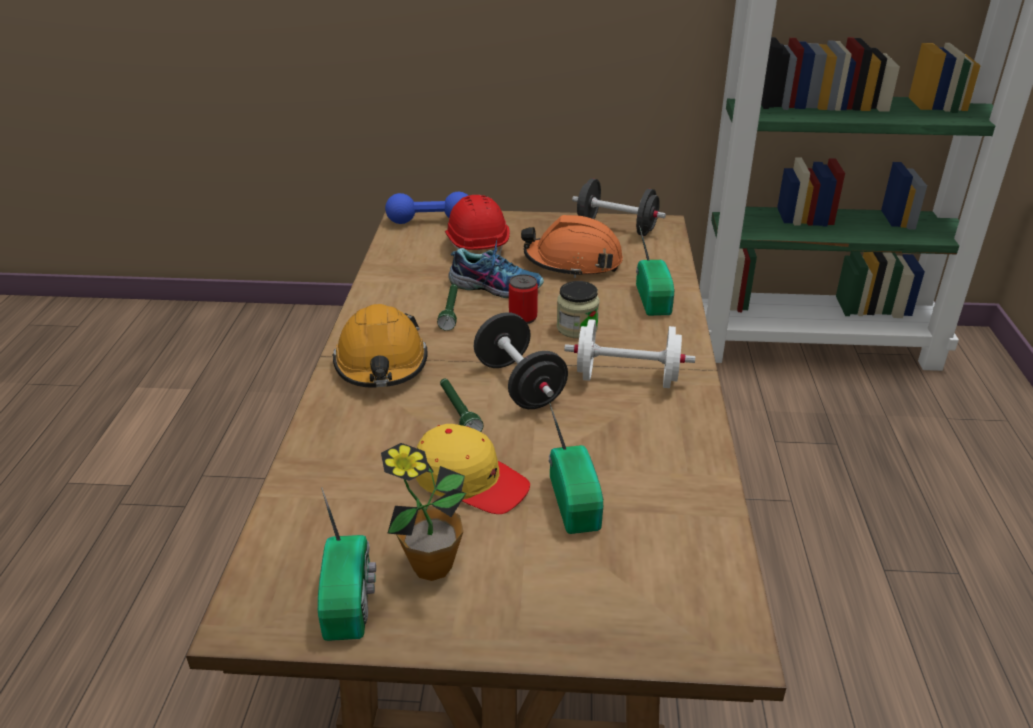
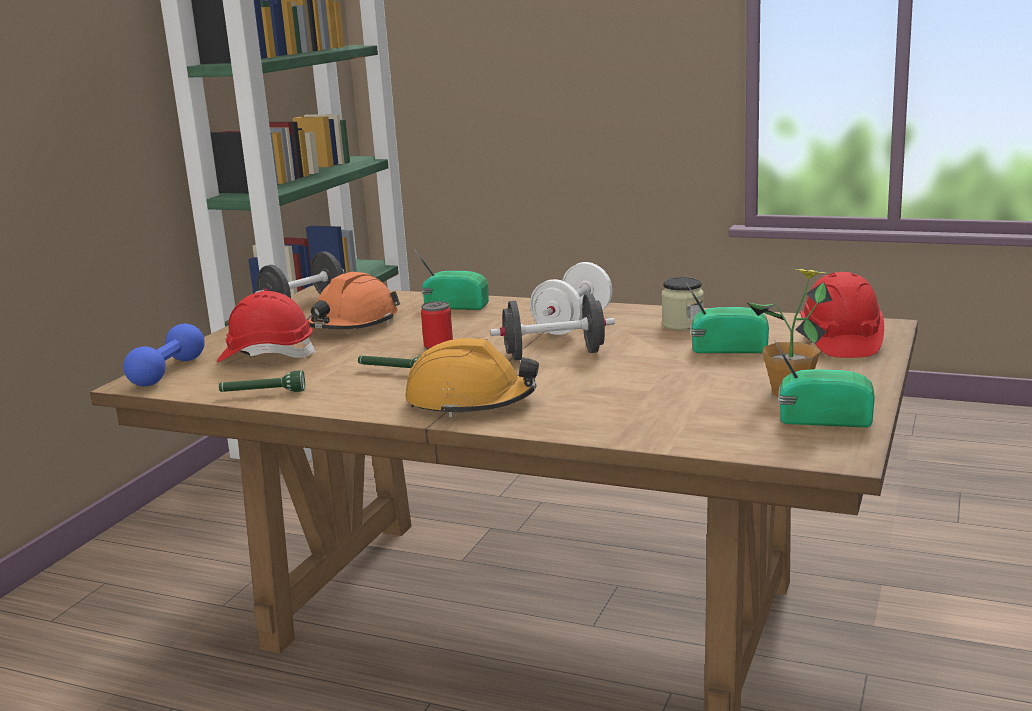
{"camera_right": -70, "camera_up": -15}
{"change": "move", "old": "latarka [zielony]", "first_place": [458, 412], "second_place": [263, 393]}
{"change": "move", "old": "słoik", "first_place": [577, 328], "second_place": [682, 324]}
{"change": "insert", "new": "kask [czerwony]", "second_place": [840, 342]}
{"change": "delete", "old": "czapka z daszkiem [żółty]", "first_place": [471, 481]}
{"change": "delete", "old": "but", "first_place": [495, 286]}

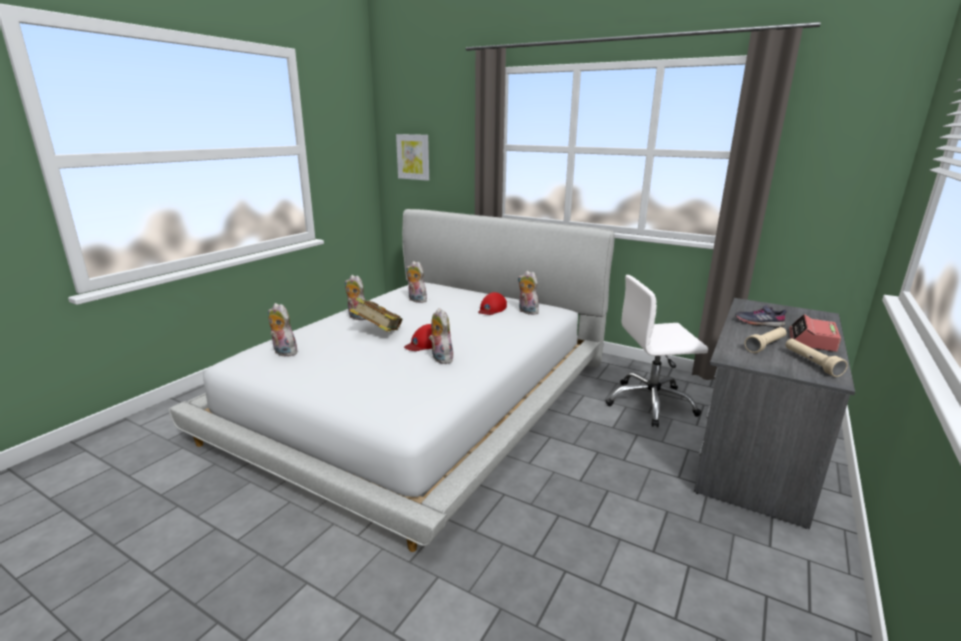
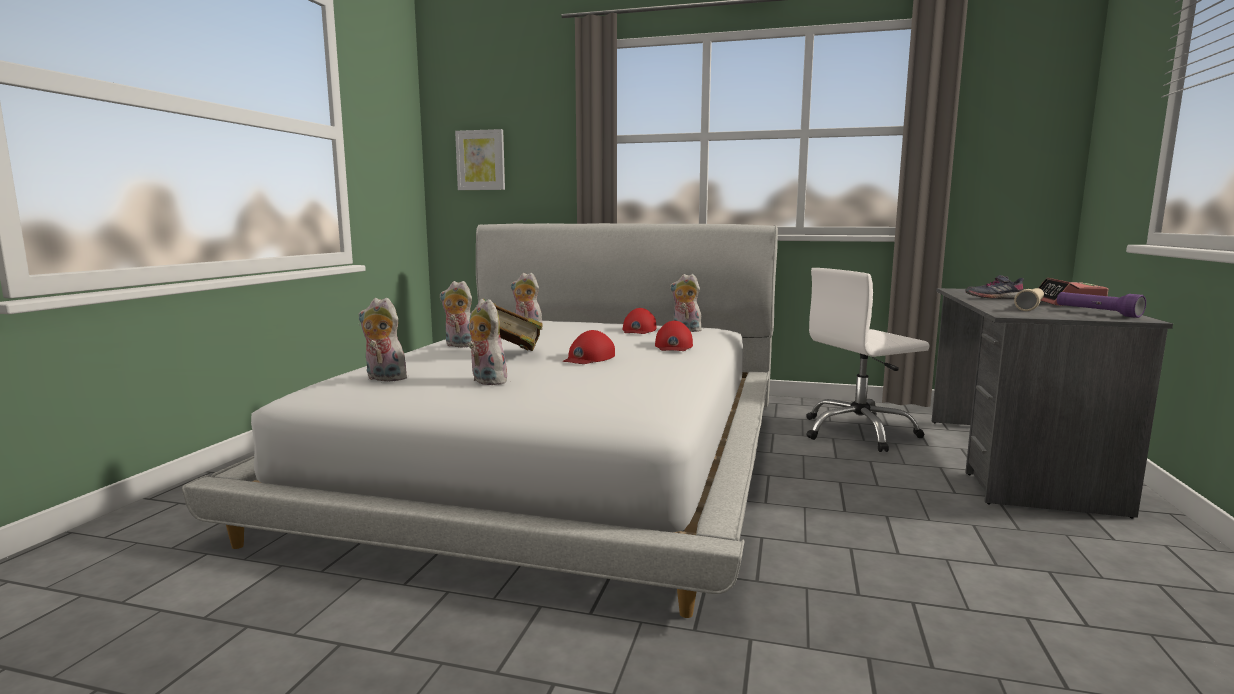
{"camera_right": -15, "camera_up": -10}
{"change": "move", "old": "pluszak", "first_place": [440, 358], "second_place": [486, 381]}
{"change": "insert", "new": "czapka z daszkiem [czerwony]", "second_place": [673, 346]}
{"change": "recolor", "old": "latarka [beżowy]", "new": "latarka [fioletowy]", "first_place": [811, 363], "second_place": [1096, 313]}

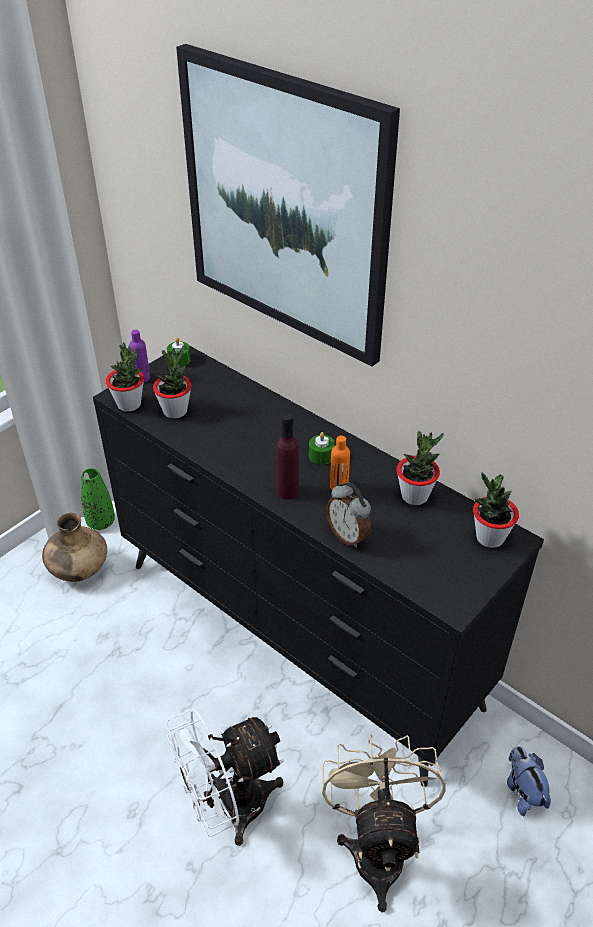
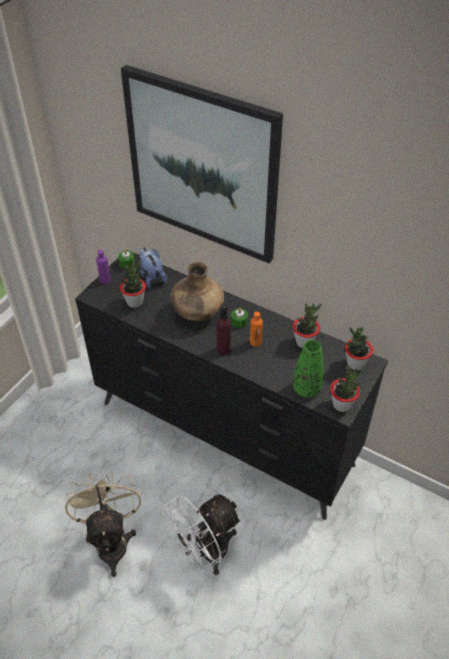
{"camera_right": -10, "camera_up": 5}
{"change": "move", "old": "wentylator [beżowy]", "first_place": [377, 847], "second_place": [111, 540]}
{"change": "move", "old": "pluszak", "first_place": [523, 791], "second_place": [152, 277]}
{"change": "move", "old": "wazon [brązowy]", "first_place": [79, 570], "second_place": [197, 313]}
{"change": "move", "old": "wazon [zielony]", "first_place": [101, 522], "second_place": [306, 389]}
{"change": "move", "old": "roślina doniczkowa", "first_place": [129, 404], "second_place": [342, 404]}
{"change": "delete", "old": "budzik", "first_place": [348, 536]}

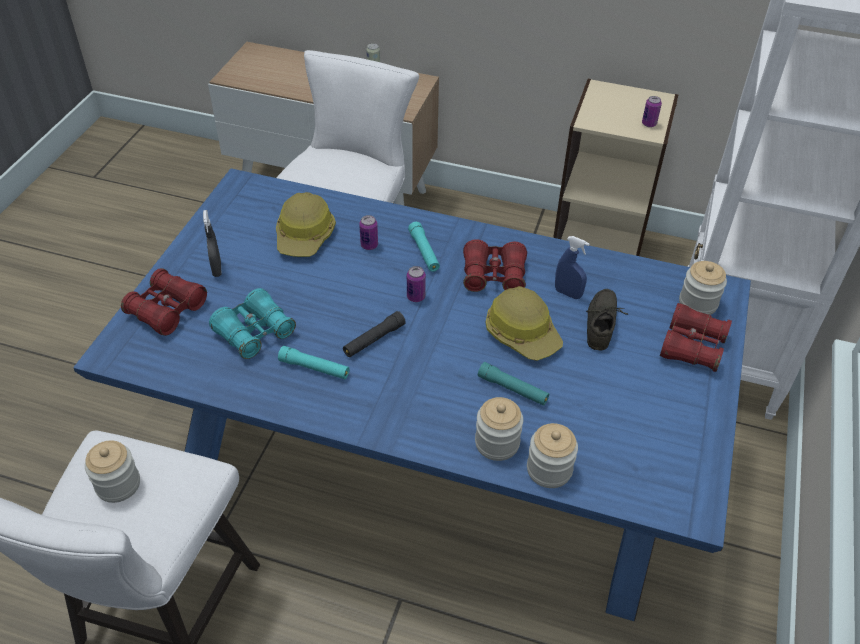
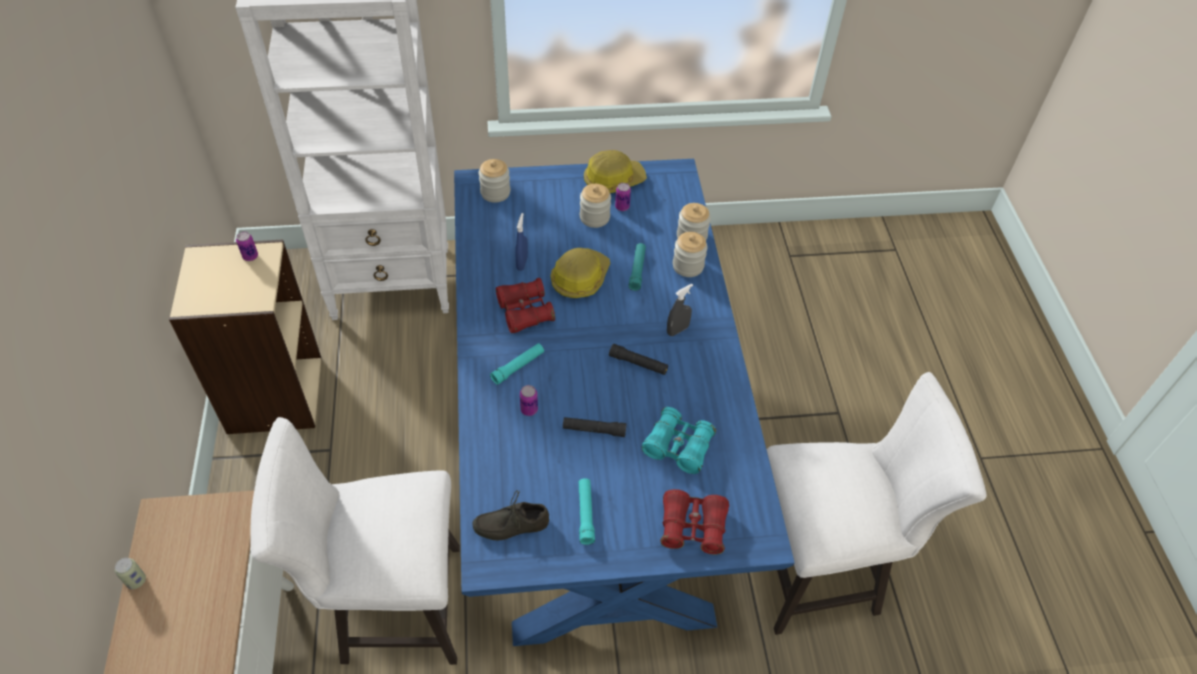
{"camera_right": -115, "camera_up": 5}
{"change": "move", "old": "but [szary]", "first_place": [603, 324], "second_place": [511, 523]}
{"change": "insert", "new": "latarka [czarny]", "second_place": [594, 430]}
{"change": "move", "old": "latarka [turkusowy]", "first_place": [314, 368], "second_place": [585, 514]}
{"change": "move", "old": "słoik", "first_place": [118, 484], "second_place": [594, 217]}
{"change": "move", "old": "kask", "first_place": [305, 236], "second_place": [613, 180]}
{"change": "move", "old": "puszka", "first_place": [416, 297], "second_place": [622, 207]}
{"change": "move", "old": "spryskiwacz [szary]", "first_place": [217, 269], "second_place": [677, 330]}
{"change": "delete", "old": "lornetka [czerwony]", "first_place": [692, 346]}

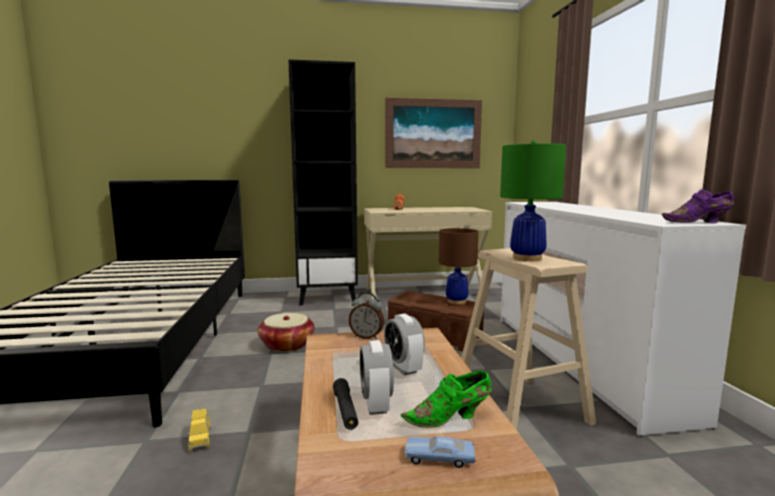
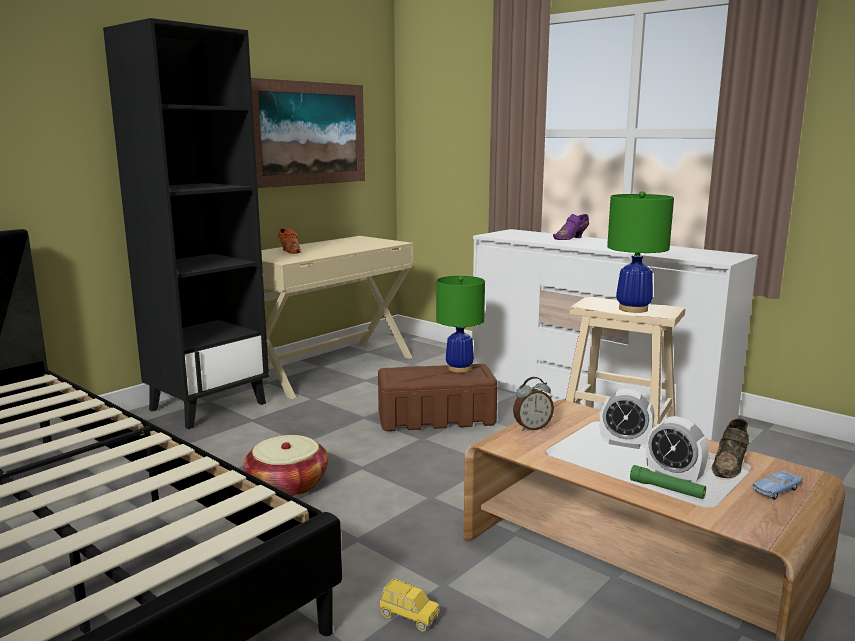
{"camera_right": -40, "camera_up": 5}
{"change": "recolor", "old": "lampa stołowa [brązowy]", "new": "lampa stołowa [zielony]", "first_place": [456, 301], "second_place": [459, 368]}
{"change": "move", "old": "but [fioletowy]", "first_place": [698, 222], "second_place": [571, 238]}
{"change": "recolor", "old": "latarka [czarny]", "new": "latarka [zielony]", "first_place": [345, 410], "second_place": [667, 489]}
{"change": "recolor", "old": "but [zielony]", "new": "but [brązowy]", "first_place": [450, 418], "second_place": [730, 465]}

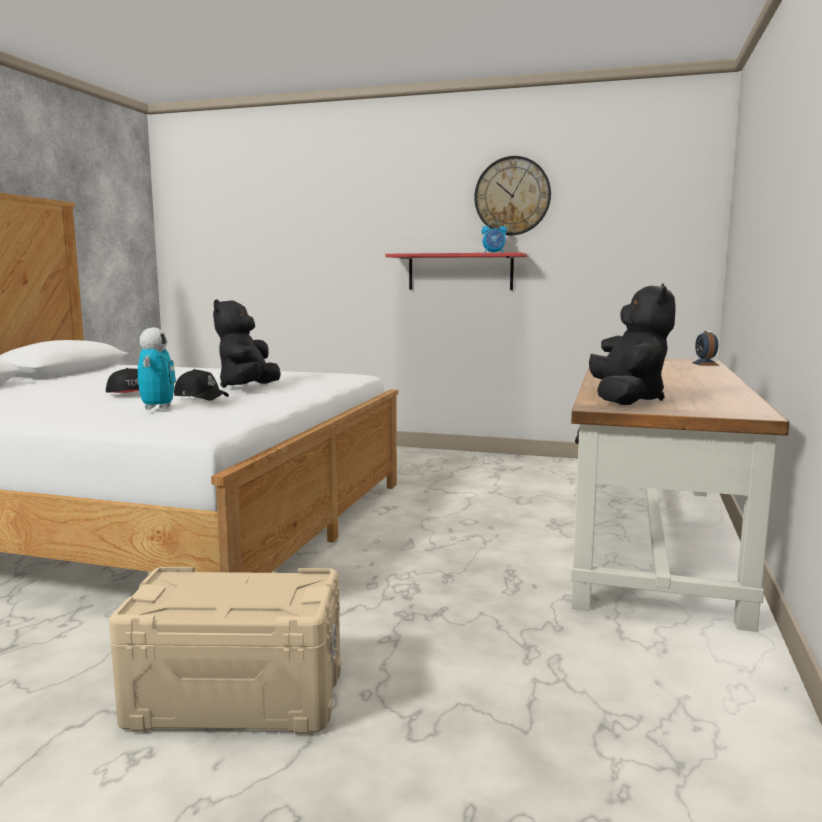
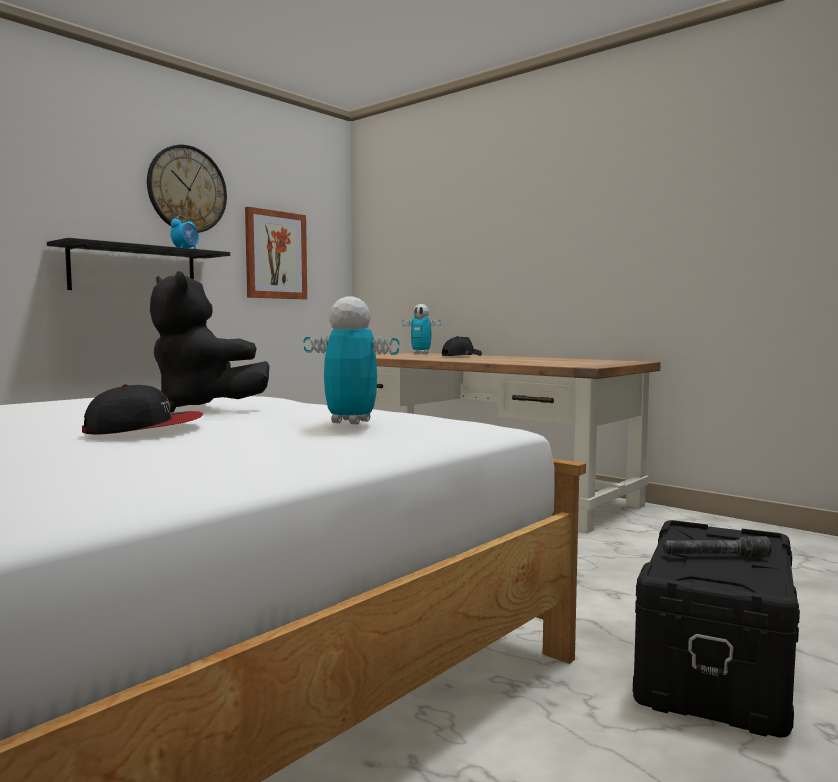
{"camera_right": -65, "camera_up": -5}
{"change": "recolor", "old": "półka [czerwony]", "new": "półka [czarny]", "first_place": [460, 272], "second_place": [134, 270]}
{"change": "insert", "new": "obraz", "second_place": [275, 255]}
{"change": "replace", "old": "budzik", "new": "robot zabawkowy", "first_place": [705, 364], "second_place": [421, 353]}
{"change": "move", "old": "czapka z daszkiem [czarny]", "first_place": [201, 396], "second_place": [461, 356]}
{"change": "recolor", "old": "pojemnik do przechowywania [beżowy]", "new": "pojemnik do przechowywania [czarny]", "first_place": [236, 698], "second_place": [717, 671]}
{"change": "insert", "new": "latarka [szary]", "second_place": [714, 556]}
{"change": "delete", "old": "pluszak [czarny]", "first_place": [626, 399]}

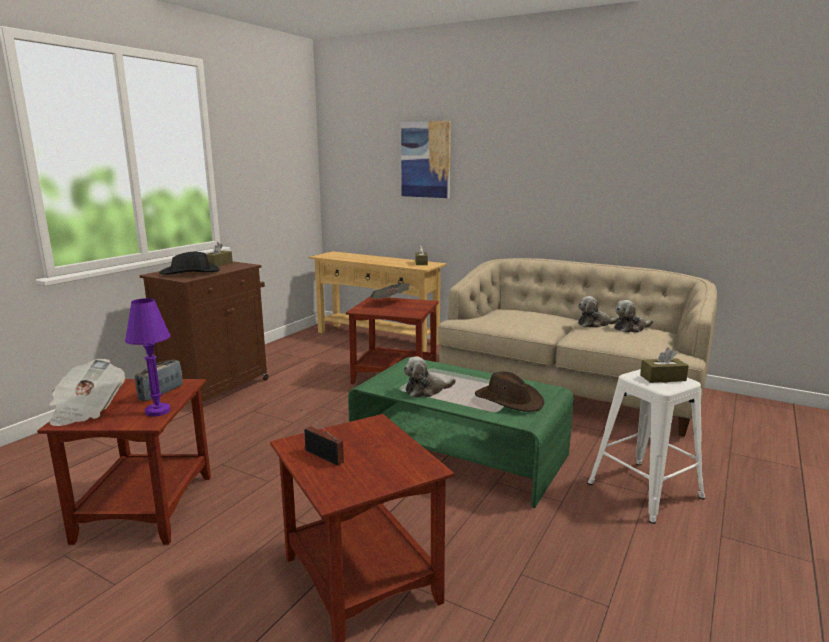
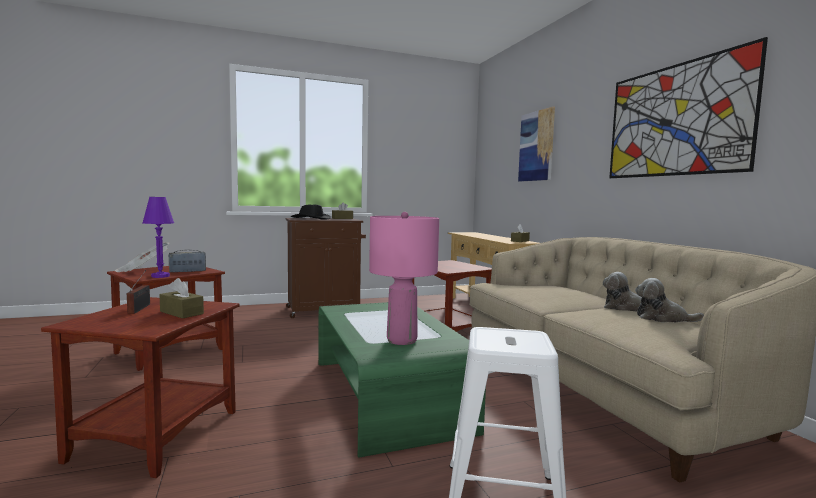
{"camera_right": 40, "camera_up": -10}
{"change": "move", "old": "pudełko chusteczek [brązowy]", "first_place": [662, 378], "second_place": [181, 312]}
{"change": "replace", "old": "kapelusz [brązowy]", "new": "lampa stołowa [różowy]", "first_place": [509, 400], "second_place": [402, 340]}
{"change": "insert", "new": "obraz", "second_place": [675, 120]}
{"change": "delete", "old": "gazeta", "first_place": [389, 302]}
{"change": "delete", "old": "pluszak", "first_place": [426, 390]}

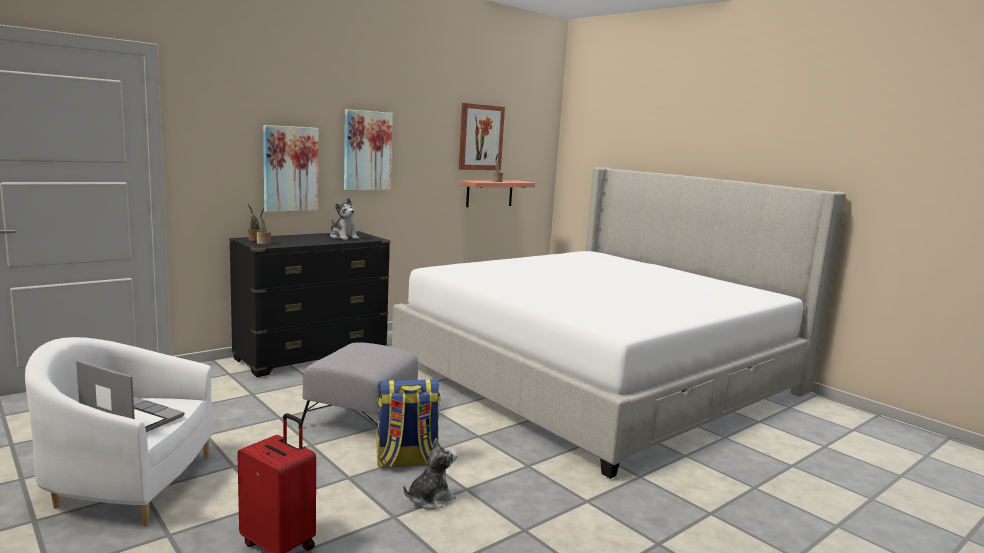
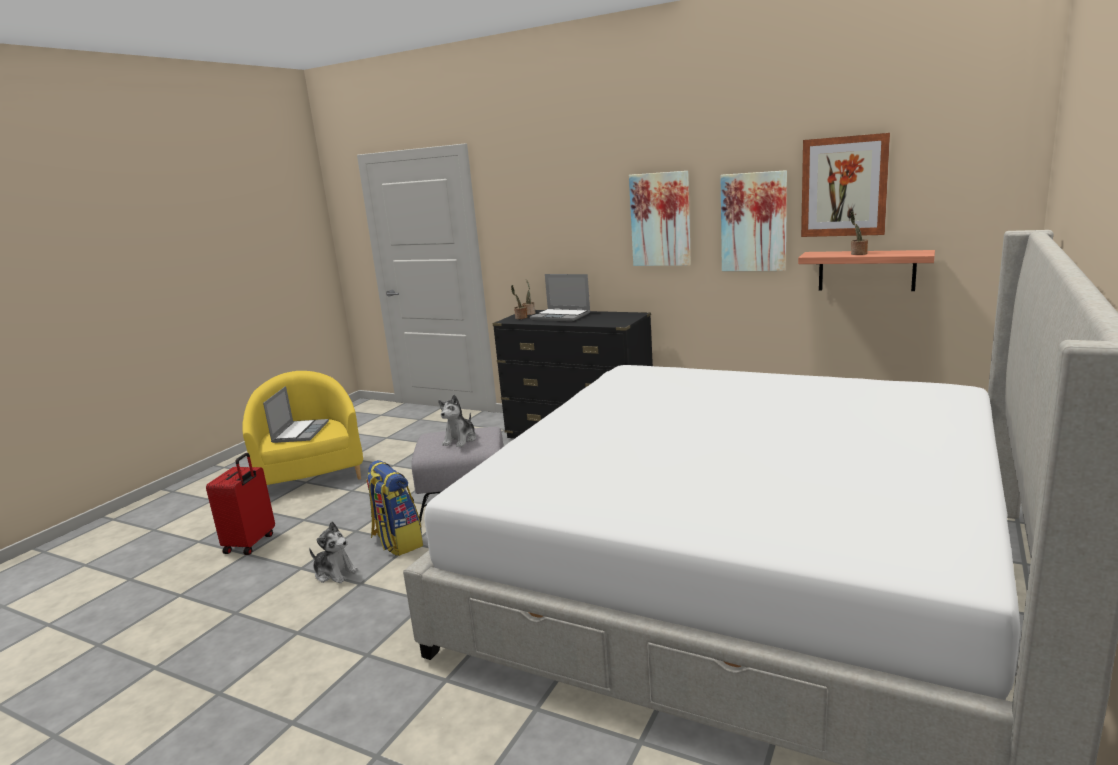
{"camera_right": 70, "camera_up": 5}
{"change": "recolor", "old": "fotel [biały]", "new": "fotel [żółty]", "first_place": [126, 485], "second_place": [311, 475]}
{"change": "move", "old": "pluszak", "first_place": [343, 237], "second_place": [460, 440]}
{"change": "insert", "new": "laptop", "second_place": [561, 316]}
{"change": "move", "old": "obraz", "first_place": [290, 169], "second_place": [753, 222]}

